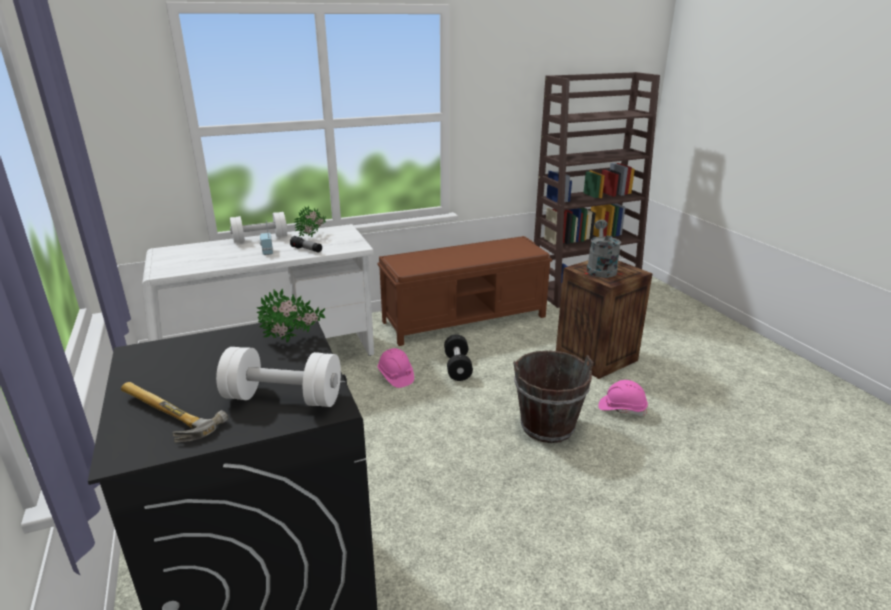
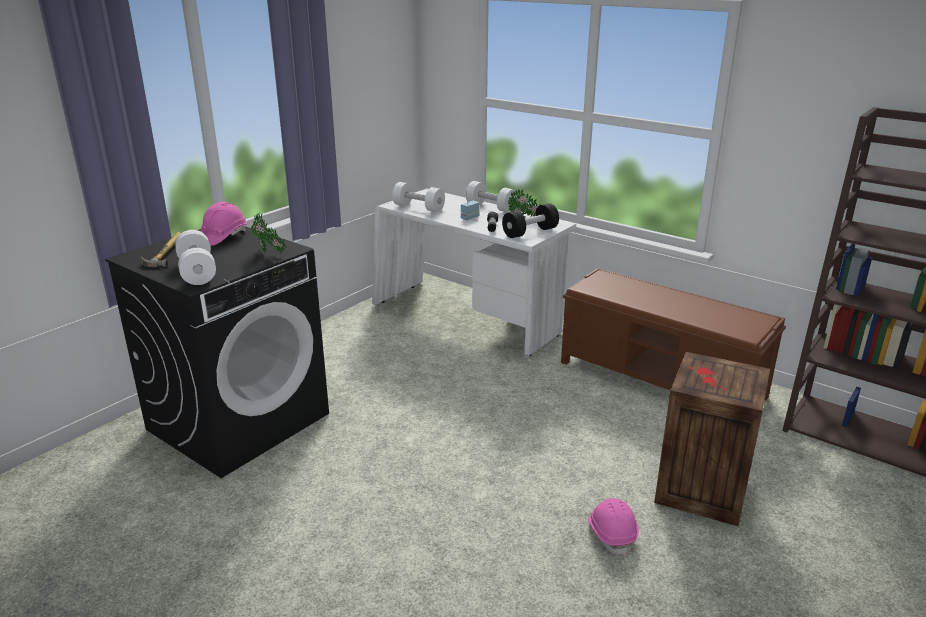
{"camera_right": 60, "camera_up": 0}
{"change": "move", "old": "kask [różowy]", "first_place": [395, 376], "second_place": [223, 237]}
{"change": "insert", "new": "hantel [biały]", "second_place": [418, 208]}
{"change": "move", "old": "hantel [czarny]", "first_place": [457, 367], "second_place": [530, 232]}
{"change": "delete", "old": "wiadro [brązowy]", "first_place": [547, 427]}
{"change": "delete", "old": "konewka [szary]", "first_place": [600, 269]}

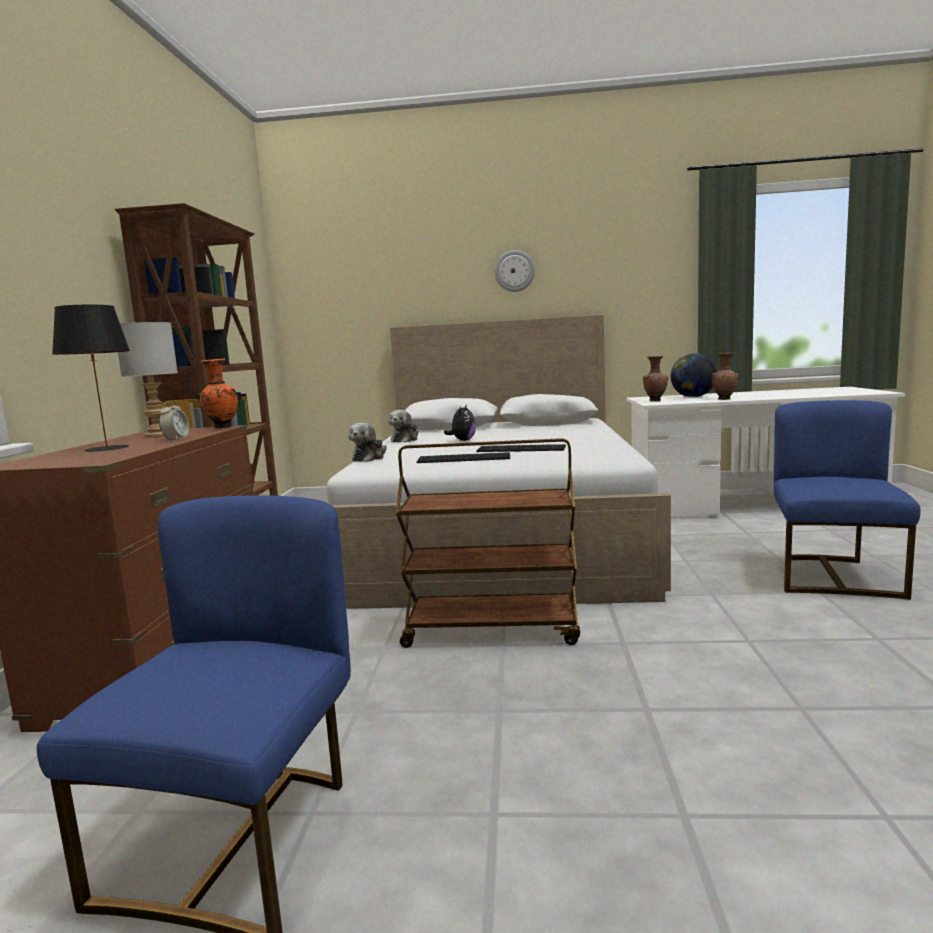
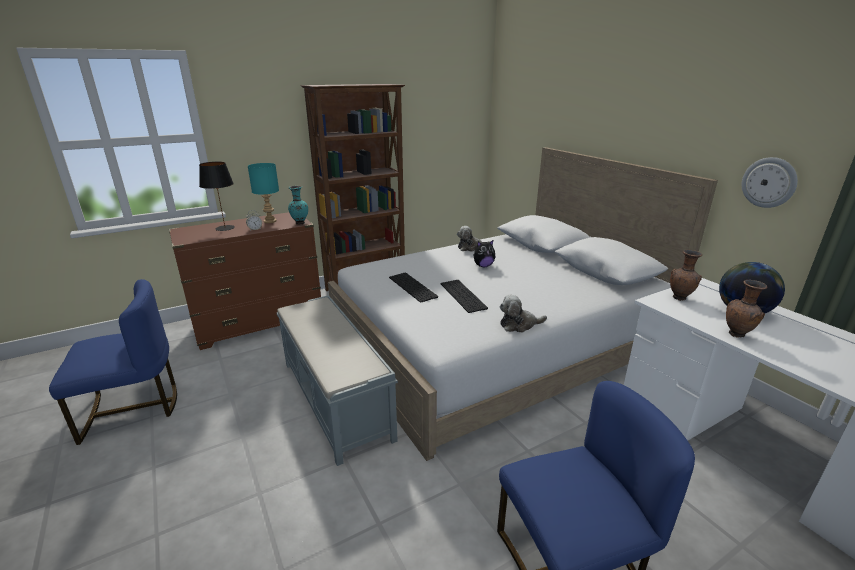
{"camera_right": 55, "camera_up": 15}
{"change": "recolor", "old": "lampa stołowa [szary]", "new": "lampa stołowa [turkusowy]", "first_place": [159, 435], "second_place": [270, 221]}
{"change": "replace", "old": "wózek [brązowy]", "new": "ławka [szary]", "first_place": [492, 630], "second_place": [336, 399]}
{"change": "recolor", "old": "wazon [pomarańczowy]", "new": "wazon [turkusowy]", "first_place": [221, 427], "second_place": [299, 223]}
{"change": "move", "old": "pluszak", "first_place": [369, 458], "second_place": [519, 325]}
{"change": "move", "old": "zegar ścienny", "first_place": [514, 271], "second_place": [769, 182]}

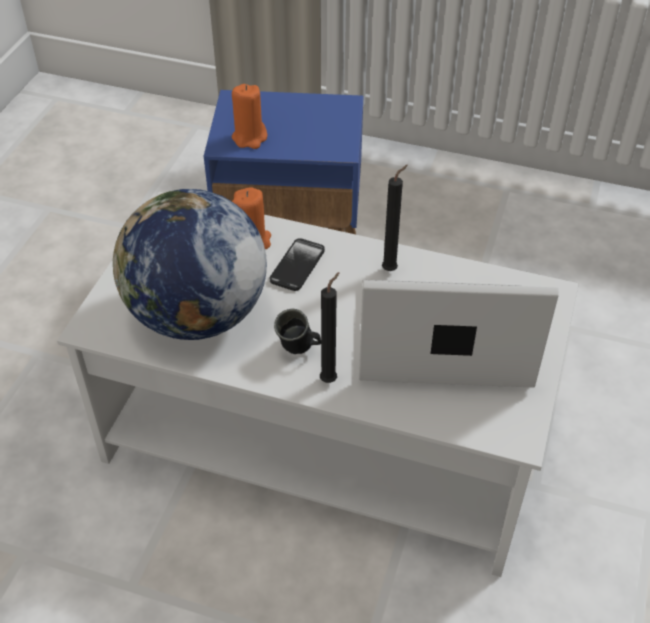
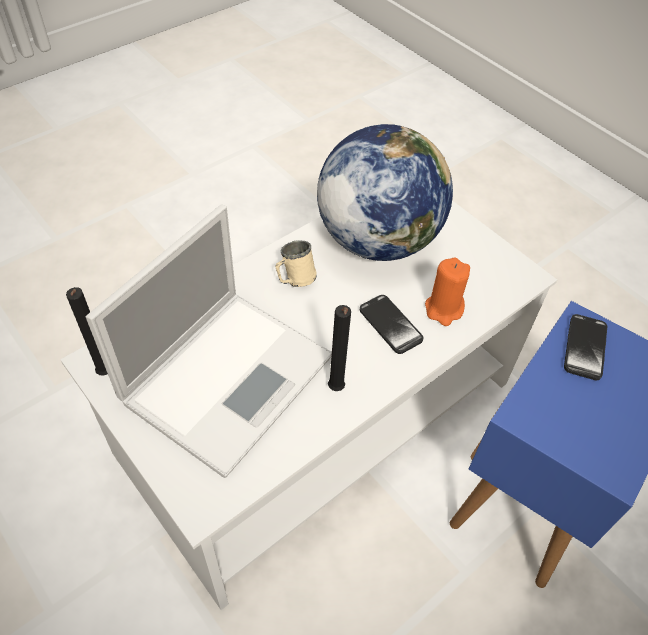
{"camera_right": 120, "camera_up": 5}
{"change": "move", "old": "świeca [czarny]", "first_place": [330, 379], "second_place": [105, 374]}
{"change": "recolor", "old": "kubek [czarny]", "new": "kubek [beżowy]", "first_place": [300, 350], "second_place": [294, 280]}
{"change": "replace", "old": "świeca [pomarańczowy]", "new": "telefon", "first_place": [250, 138], "second_place": [585, 348]}

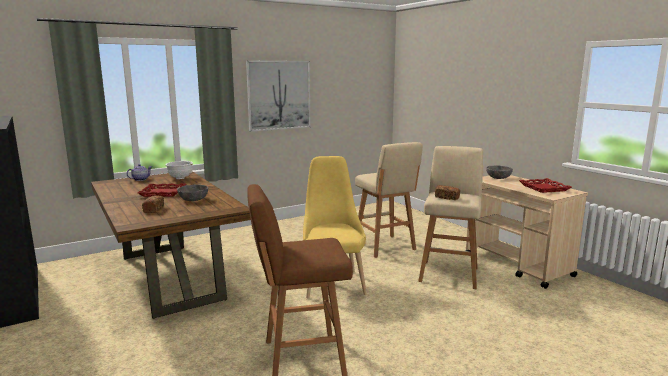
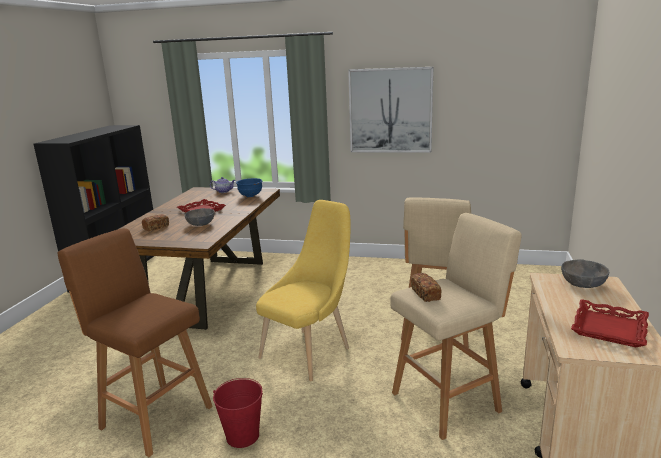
{"camera_right": 45, "camera_up": 5}
{"change": "insert", "new": "wiadro [czerwony]", "second_place": [242, 436]}
{"change": "recolor", "old": "miska [biały]", "new": "miska [niebieski]", "first_place": [180, 178], "second_place": [250, 196]}

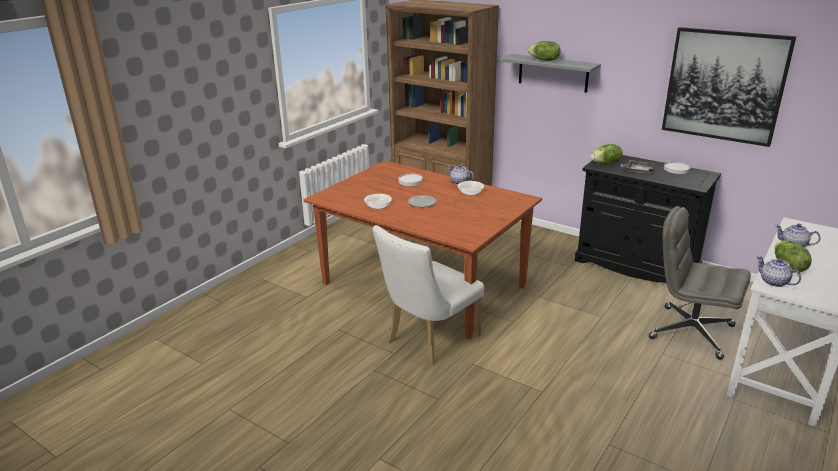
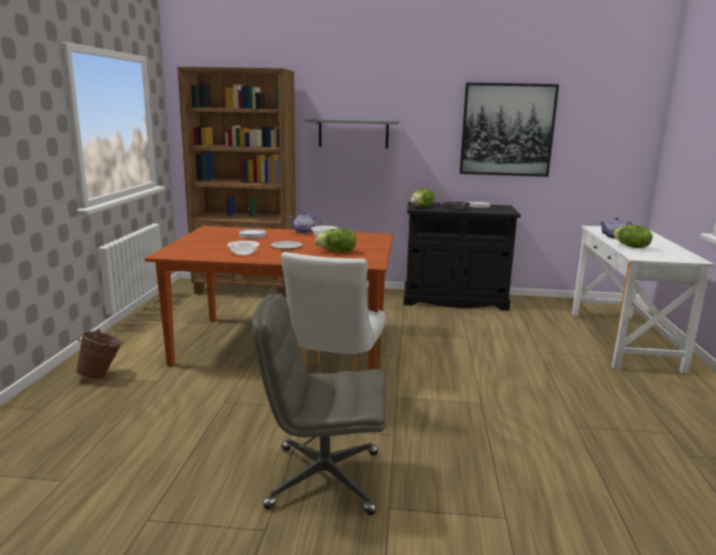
{"camera_right": -30, "camera_up": -10}
{"change": "insert", "new": "wiadro [brązowy]", "second_place": [102, 376]}
{"change": "move", "old": "krzesło biurowe [szary]", "first_place": [690, 332], "second_place": [322, 479]}
{"change": "move", "old": "sałata", "first_place": [544, 60], "second_place": [337, 251]}
{"change": "delete", "old": "imbryk", "first_place": [774, 282]}

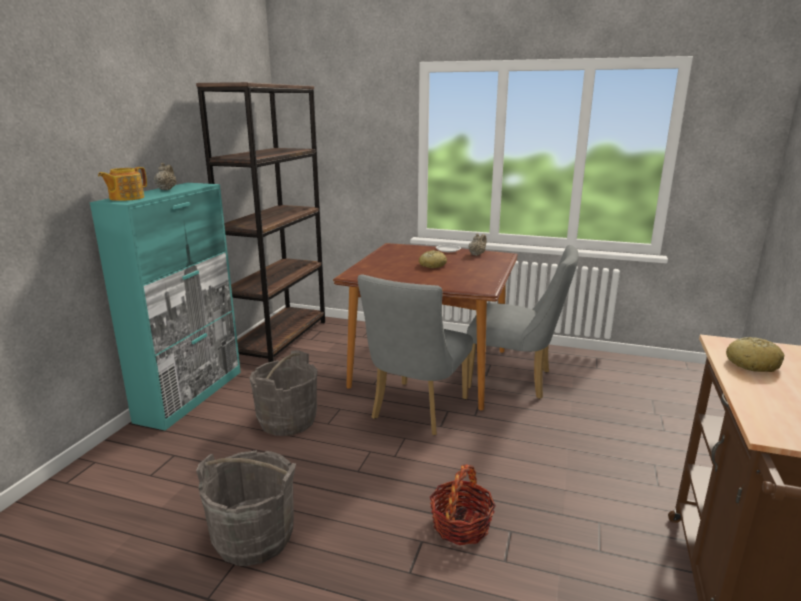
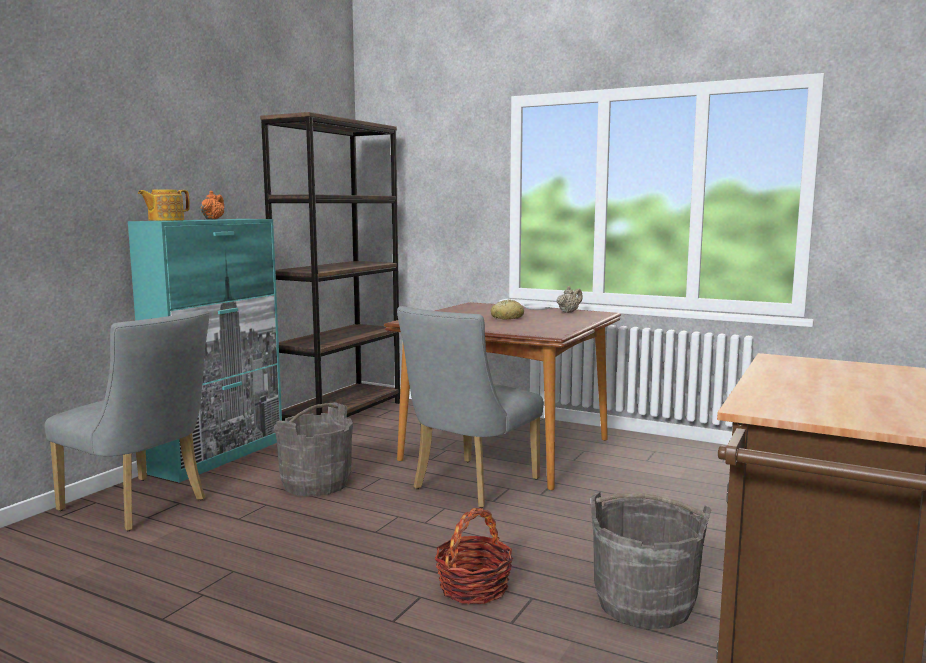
{"camera_right": 10, "camera_up": -10}
{"change": "move", "old": "krzesło [szary]", "first_place": [516, 380], "second_place": [141, 506]}
{"change": "recolor", "old": "imbryk [beżowy]", "new": "imbryk [pomarańczowy]", "first_place": [166, 189], "second_place": [213, 219]}
{"change": "move", "old": "wiadro [szary]", "first_place": [253, 537], "second_place": [644, 604]}
{"change": "delete", "old": "chleb", "first_place": [752, 364]}

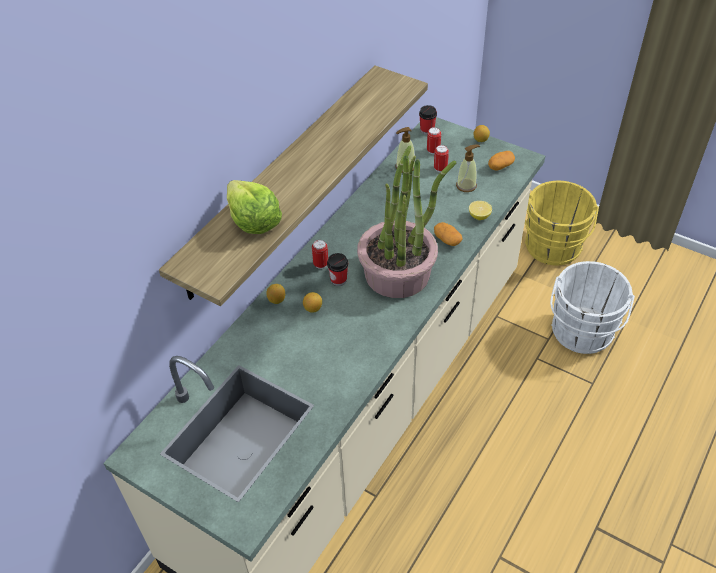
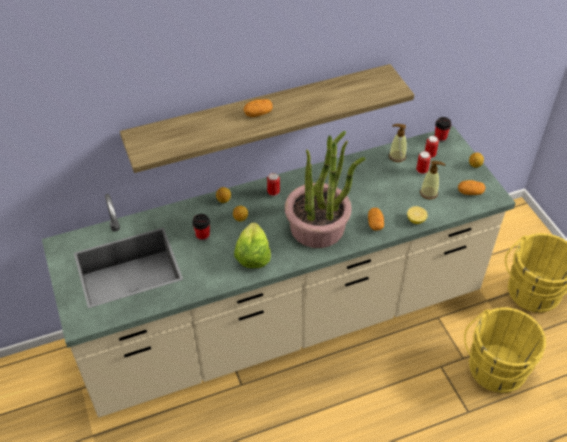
{"camera_right": 35, "camera_up": 0}
{"change": "move", "old": "filiżanka", "first_place": [338, 280], "second_place": [202, 235]}
{"change": "move", "old": "sałata", "first_place": [253, 221], "second_place": [252, 255]}
{"change": "insert", "new": "ziemniak", "second_place": [258, 113]}
{"change": "recolor", "old": "wiadro [biały]", "new": "wiadro [żółty]", "first_place": [581, 334], "second_place": [494, 370]}

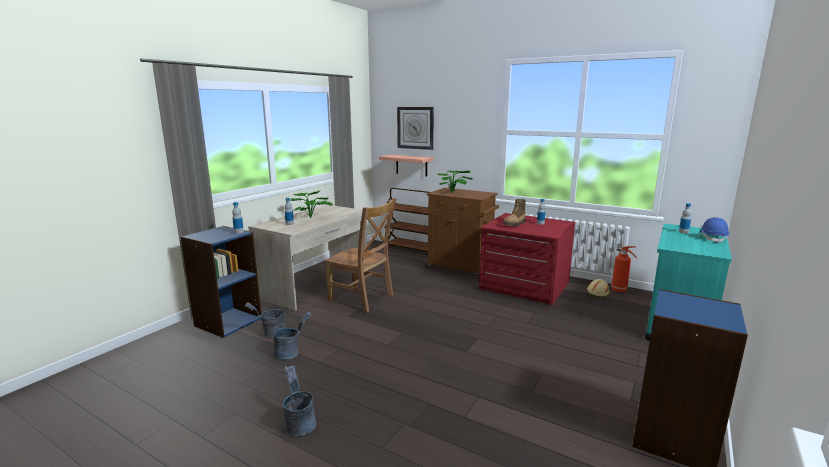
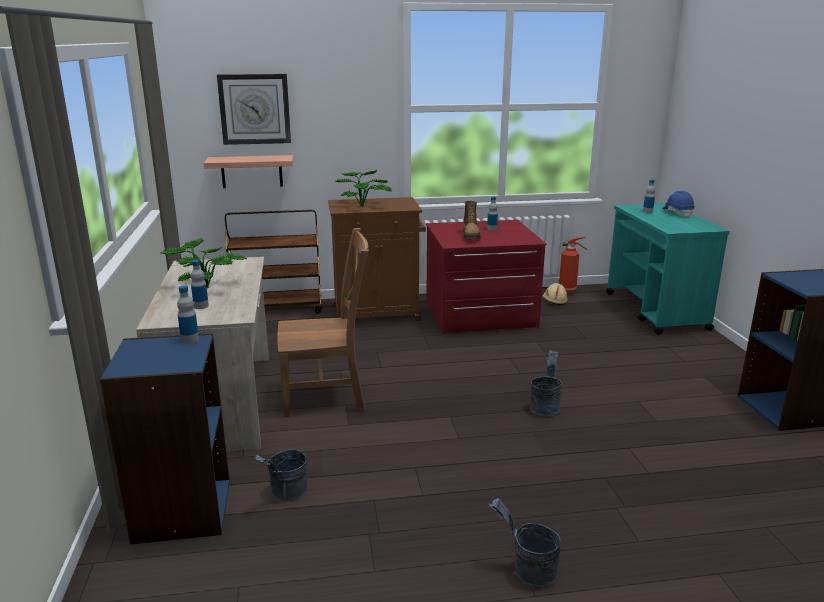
{"camera_right": -40, "camera_up": 5}
{"change": "move", "old": "wiadro [szary]", "first_place": [291, 352], "second_place": [545, 407]}

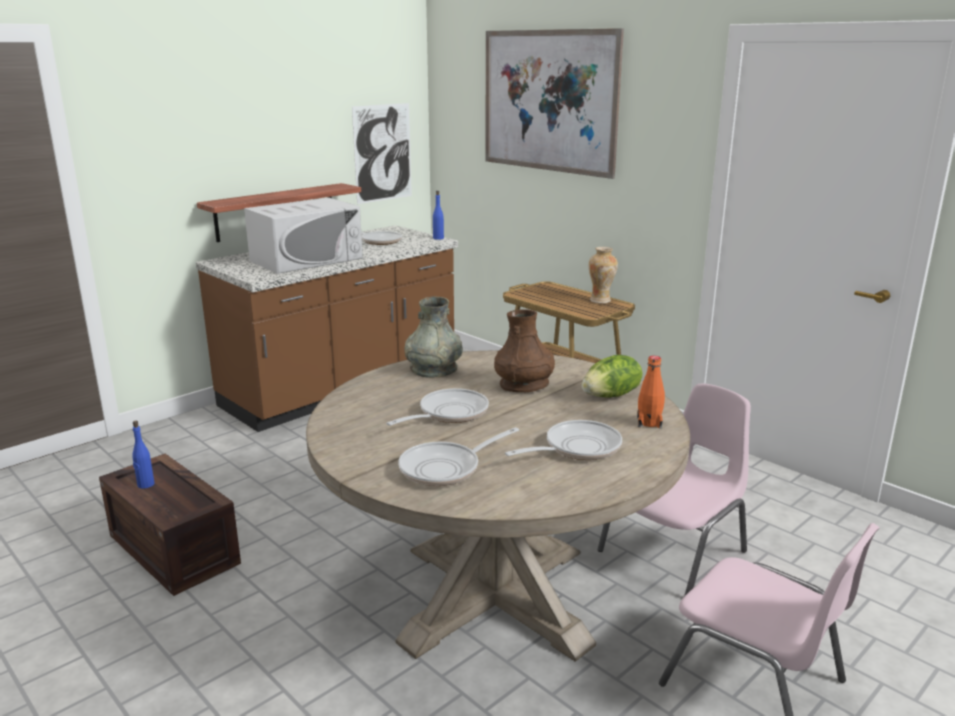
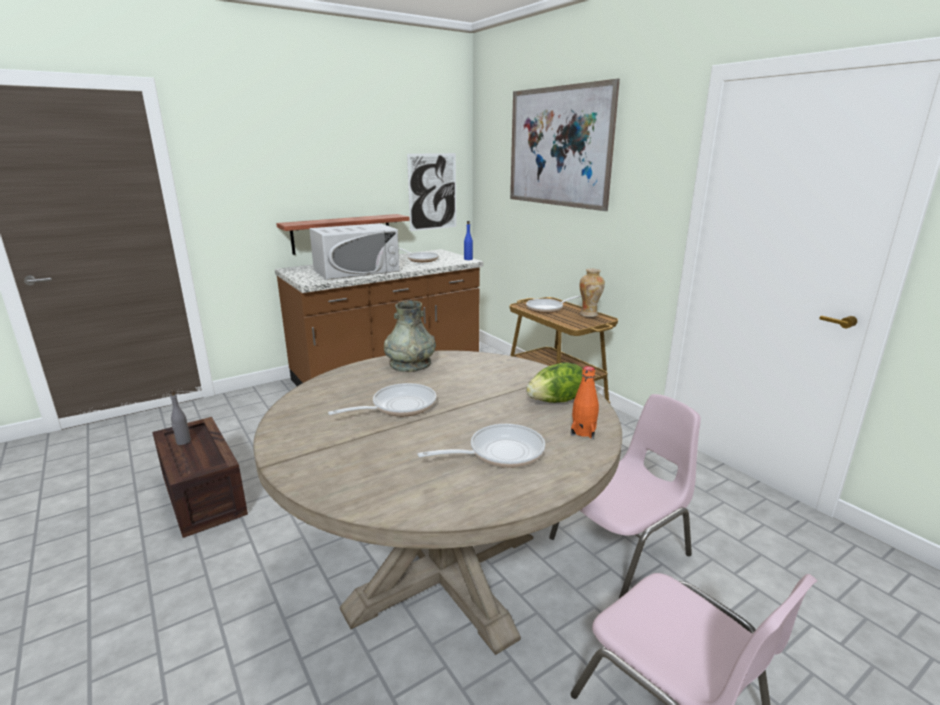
{"camera_right": 10, "camera_up": 0}
{"change": "recolor", "old": "butelka [niebieski]", "new": "butelka [szary]", "first_place": [145, 484], "second_place": [183, 441]}
{"change": "move", "old": "patelnia", "first_place": [446, 468], "second_place": [547, 308]}
{"change": "delete", "old": "wazon [brązowy]", "first_place": [524, 384]}

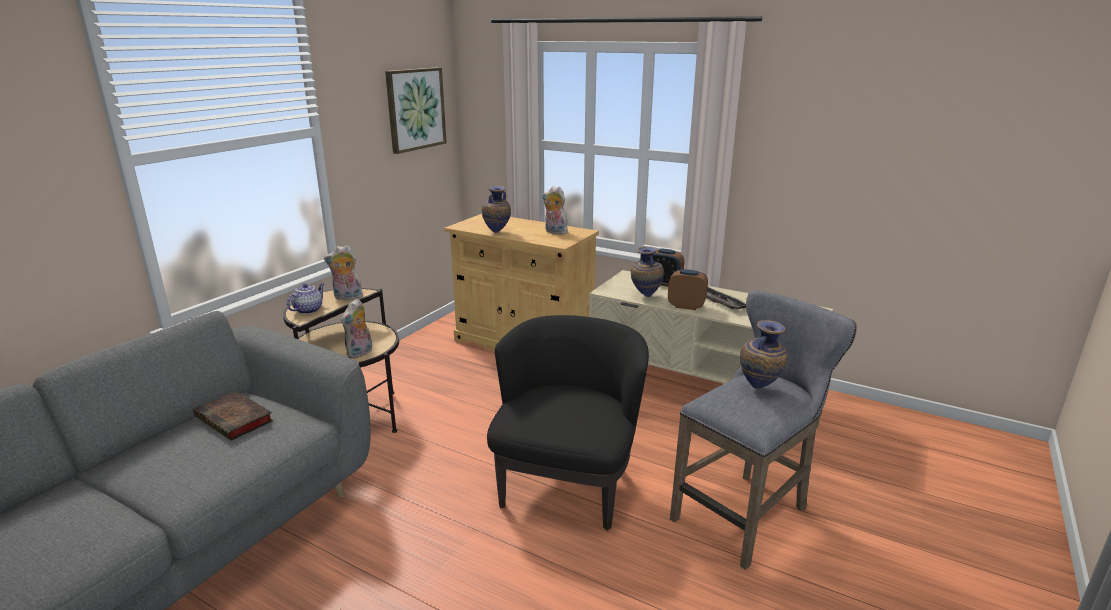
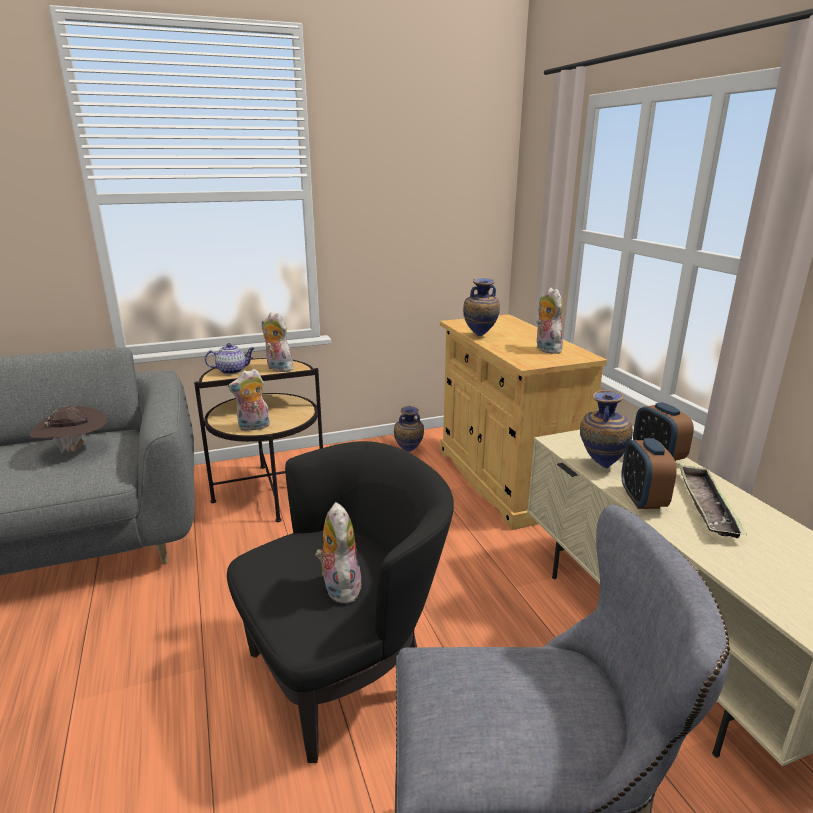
{"camera_right": 40, "camera_up": 0}
{"change": "replace", "old": "książka", "new": "kapelusz [brązowy]", "first_place": [236, 420], "second_place": [75, 450]}
{"change": "insert", "new": "pluszak", "second_place": [339, 587]}
{"change": "move", "old": "wazon", "first_place": [759, 389], "second_place": [408, 452]}
{"change": "rotate", "old": "budzik", "first_place": [686, 306], "second_place": [642, 499], "degrees": -150}
{"change": "delete", "old": "obraz", "first_place": [415, 109]}

